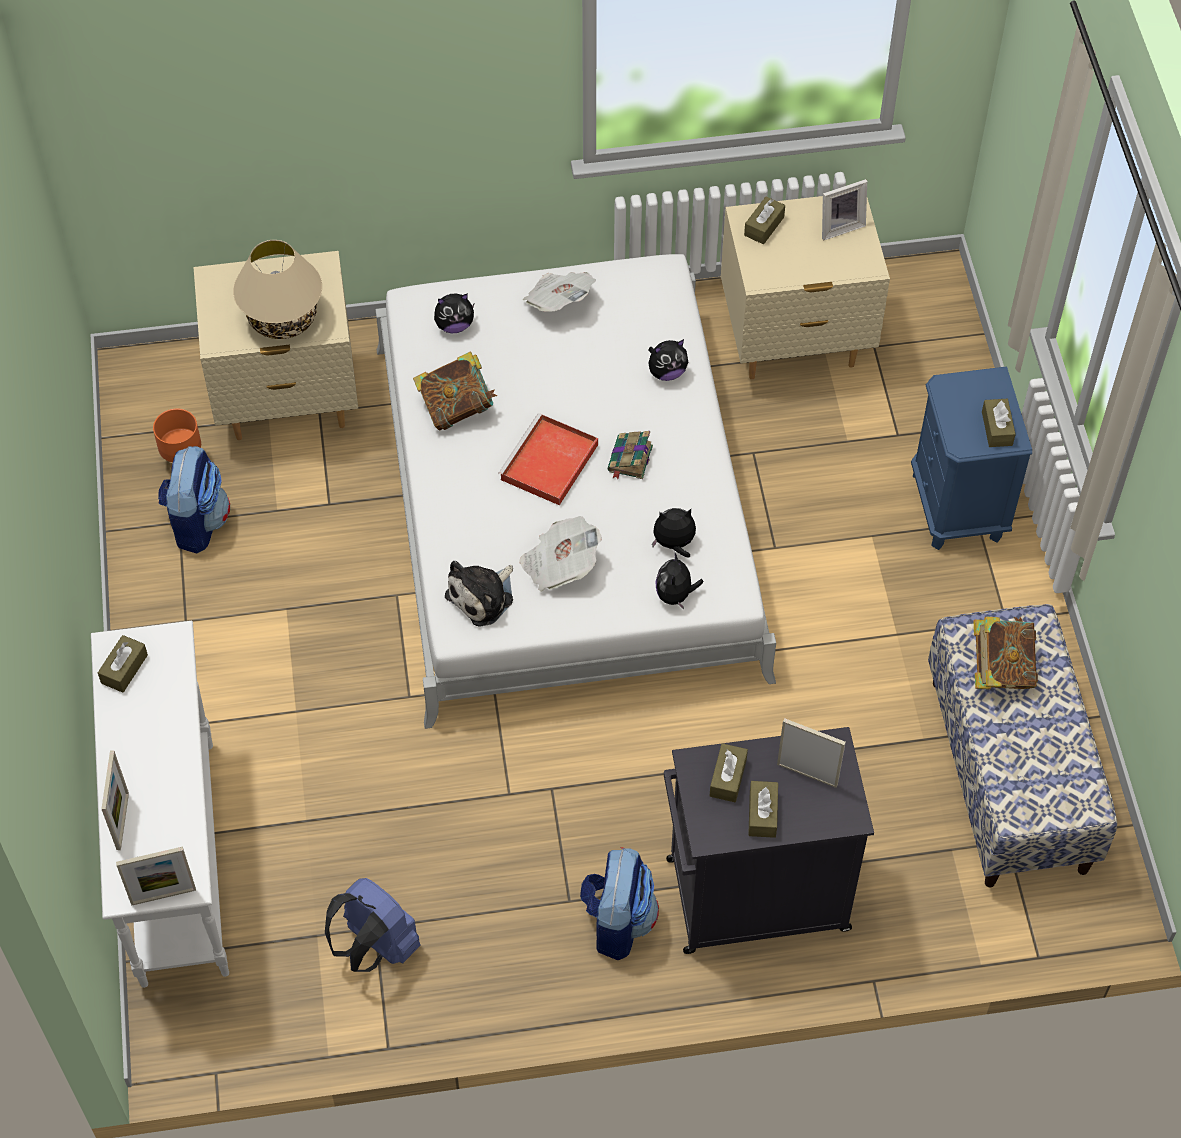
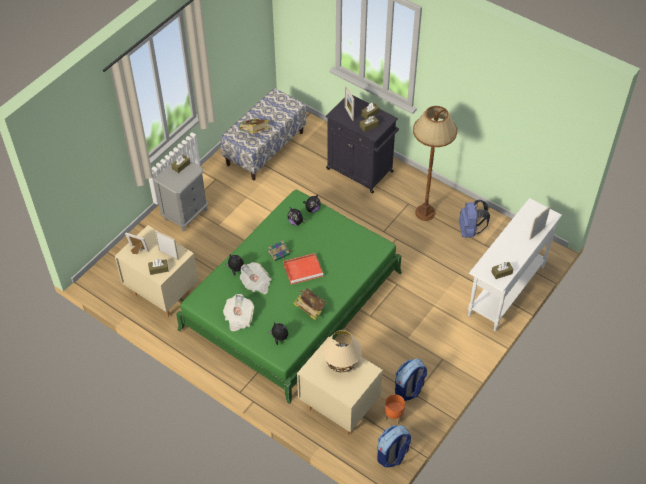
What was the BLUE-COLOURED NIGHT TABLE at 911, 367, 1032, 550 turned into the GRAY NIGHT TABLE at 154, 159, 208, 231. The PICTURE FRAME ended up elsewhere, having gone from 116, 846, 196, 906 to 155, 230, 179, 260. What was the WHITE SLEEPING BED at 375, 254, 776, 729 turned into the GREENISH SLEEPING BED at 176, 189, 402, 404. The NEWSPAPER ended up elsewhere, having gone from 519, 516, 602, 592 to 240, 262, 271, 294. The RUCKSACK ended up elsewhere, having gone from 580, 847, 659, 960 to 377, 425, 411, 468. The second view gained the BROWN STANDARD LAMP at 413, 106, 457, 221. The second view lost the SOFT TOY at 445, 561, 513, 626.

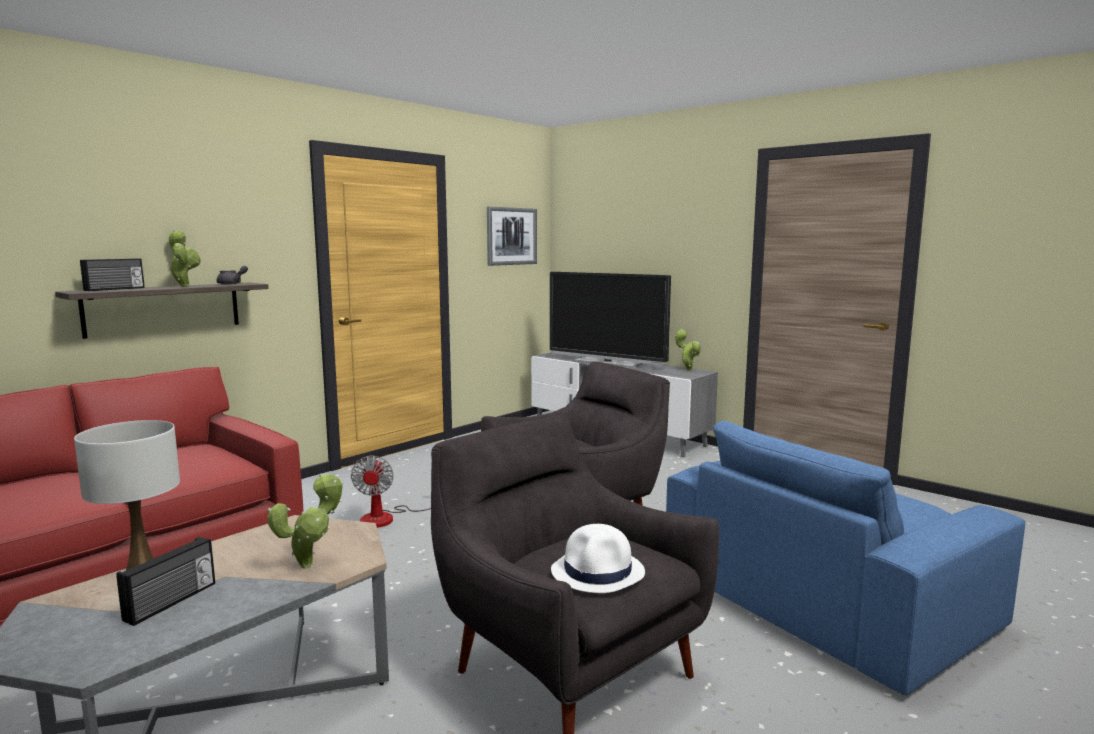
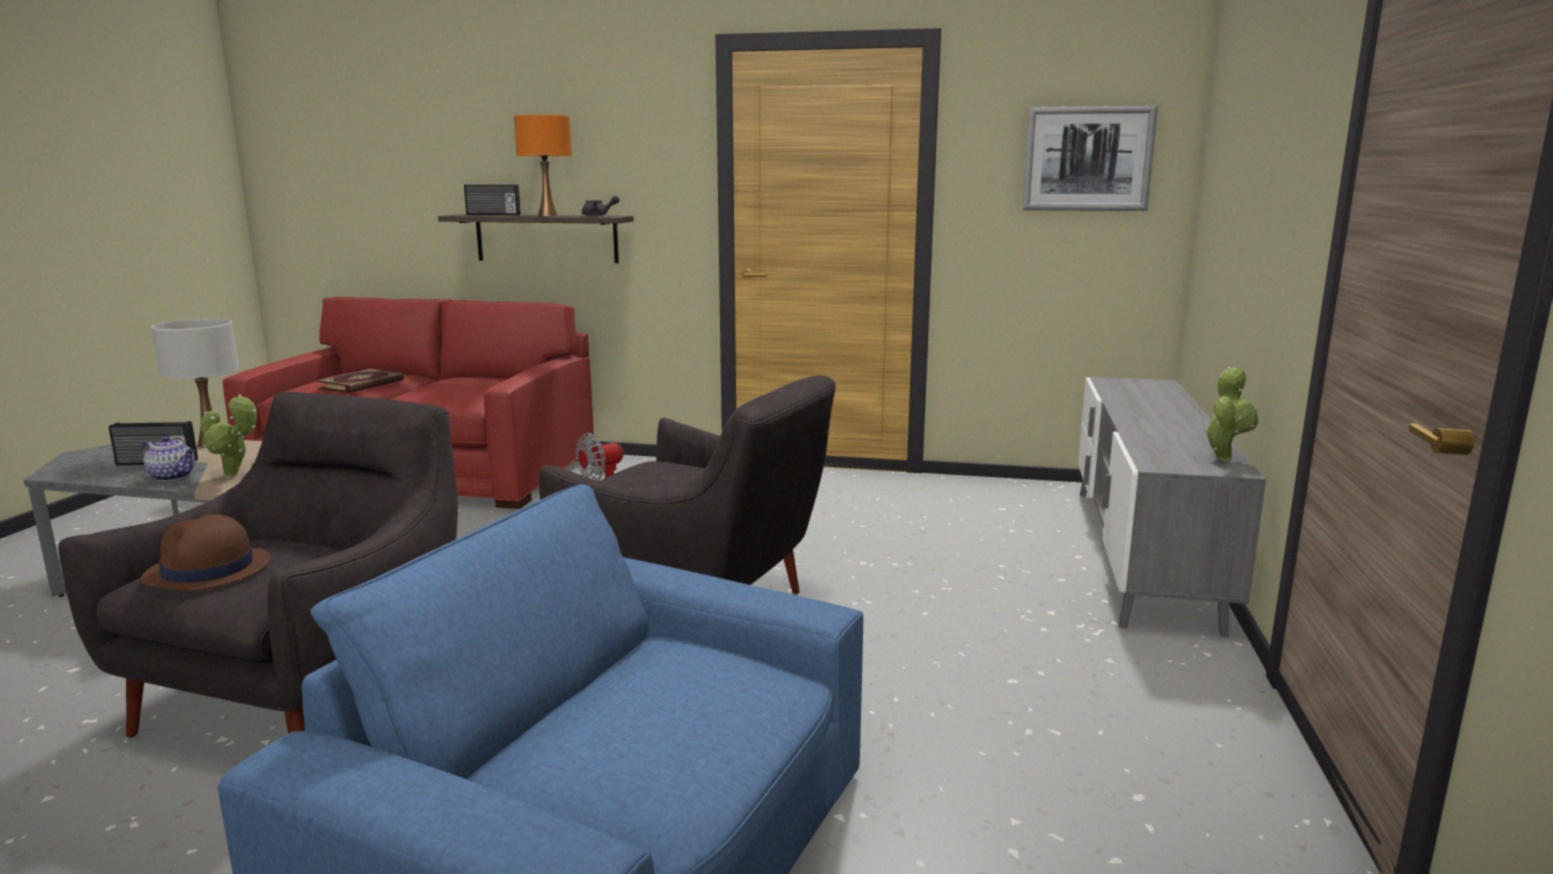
The second view gained the TEA POT at 141, 436, 195, 481. What was the WHITE WEARABLE HAT at 551, 524, 645, 593 turned into the BROWN WEARABLE HAT at 141, 514, 271, 591. The second view gained the BOOK at 317, 369, 404, 393. Where the HOUSEPLANT stood at 168, 229, 201, 287, the ORANGE TABLETOP LAMP came to stand at 514, 115, 572, 216. The second view lost the TV SET at 550, 272, 671, 368.

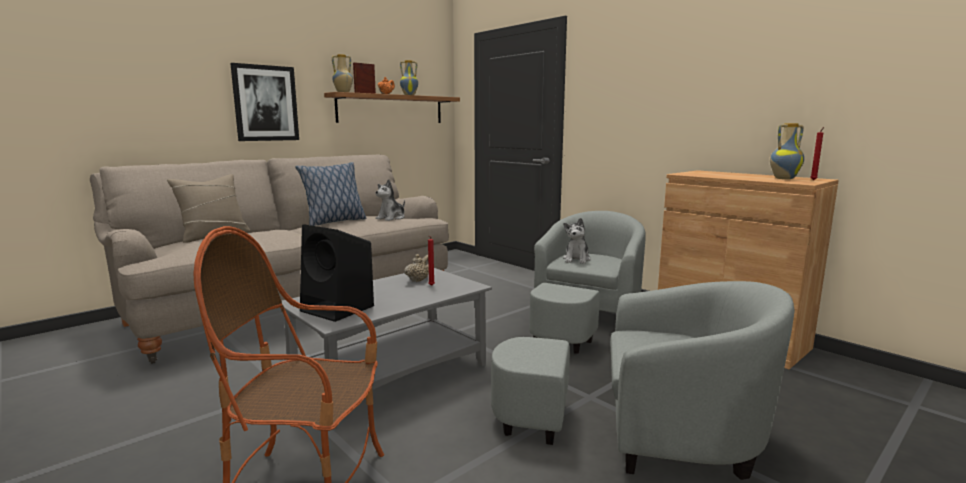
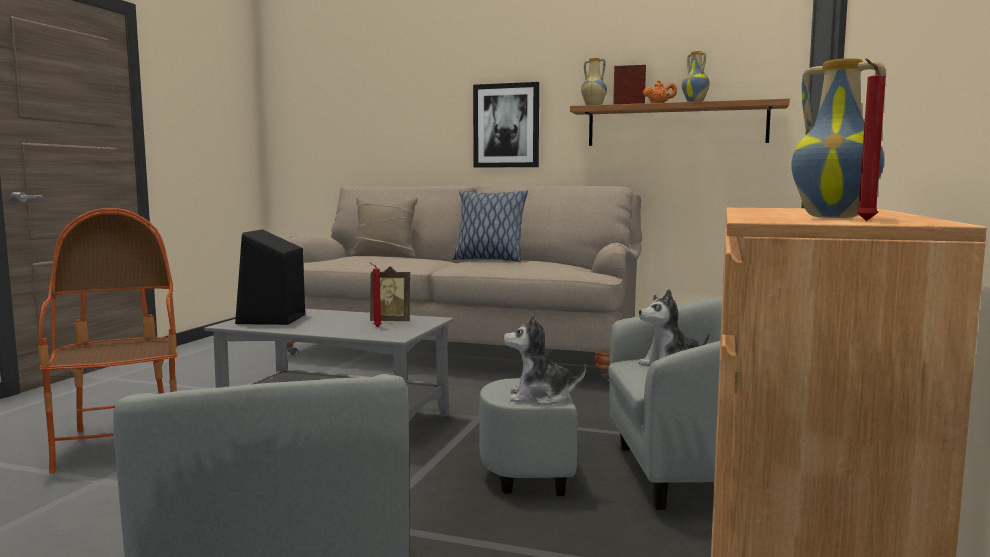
Where the SAND-COLOURED TEA POT stood at 404, 254, 429, 282, the PICTURE FRAME came to stand at 370, 266, 410, 321. The SOFT TOY ended up elsewhere, having gone from 376, 179, 405, 221 to 504, 314, 586, 405.

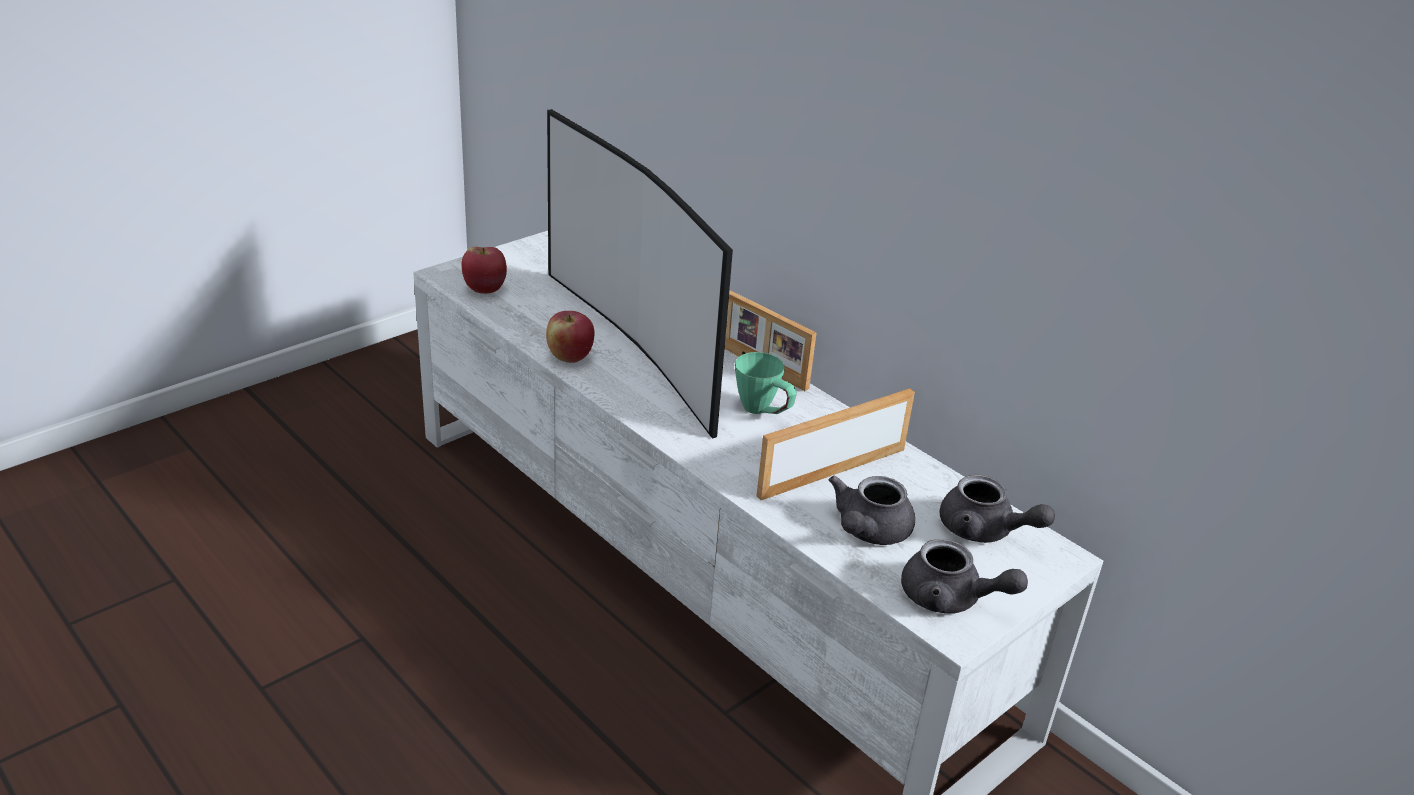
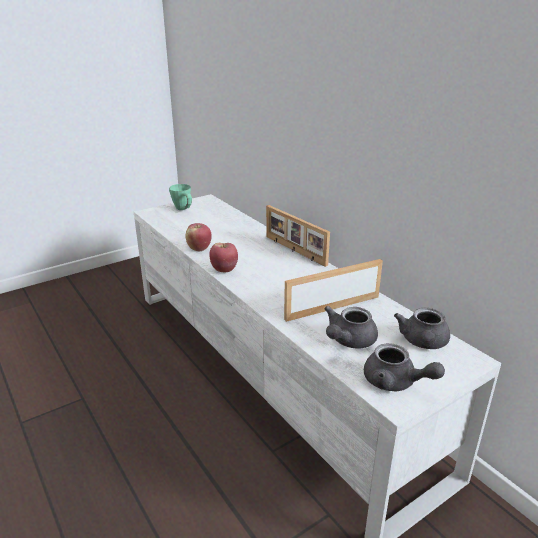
The GREENISH MUG ended up elsewhere, having gone from 735, 352, 797, 414 to 169, 184, 192, 210. The APPLE ended up elsewhere, having gone from 462, 247, 507, 294 to 210, 243, 238, 272. The GRAY TEA POT at 940, 475, 1055, 543 ended up facing another way, 60 degrees clockwise from before. The second view lost the TV SET at 547, 109, 733, 439.

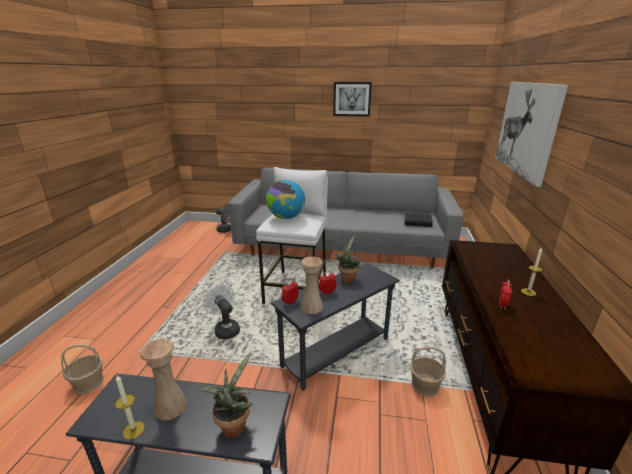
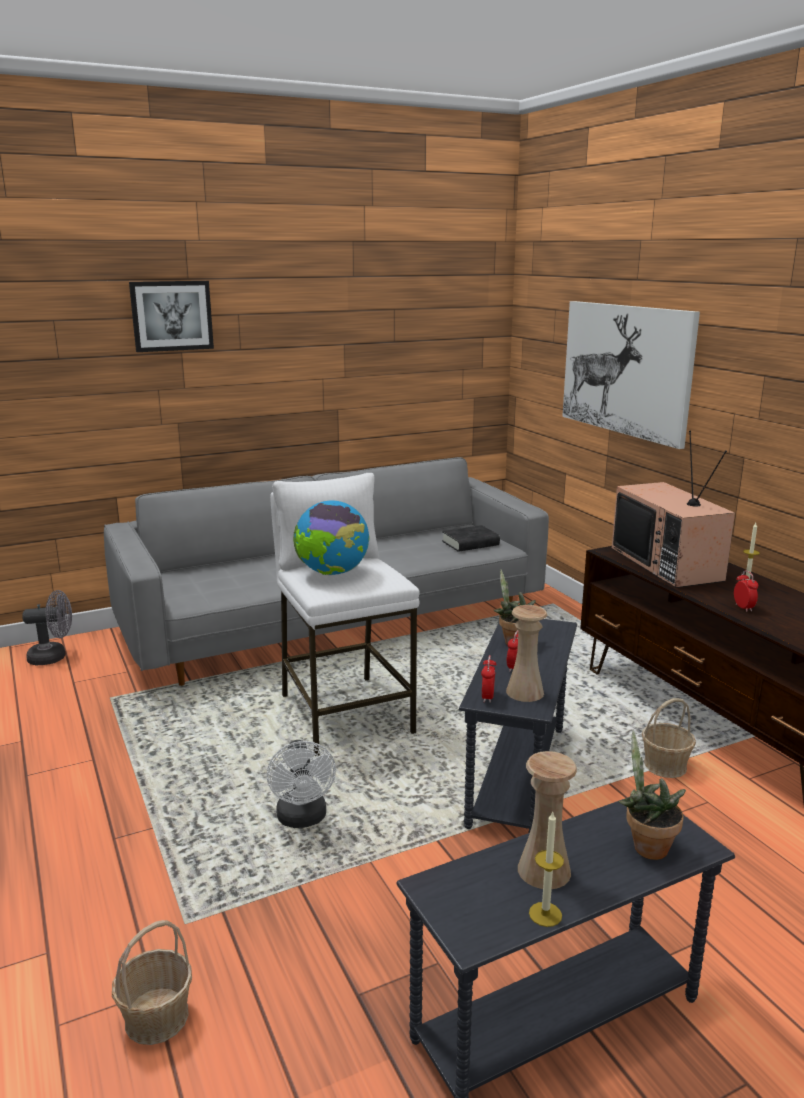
The PICTURE ended up elsewhere, having gone from 333, 82, 372, 117 to 129, 281, 214, 352. The WHITE FAN at 203, 284, 240, 339 ended up facing another way, 120 degrees counterclockwise from before. The second view gained the TV SET at 612, 430, 735, 588.

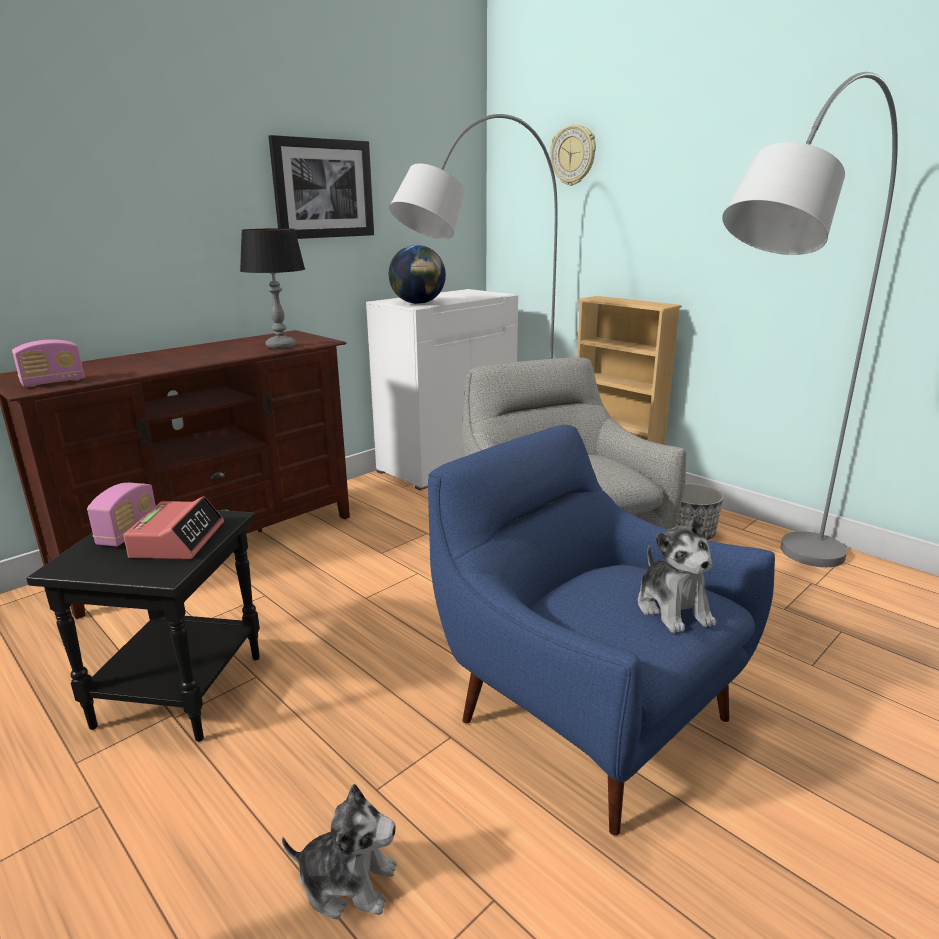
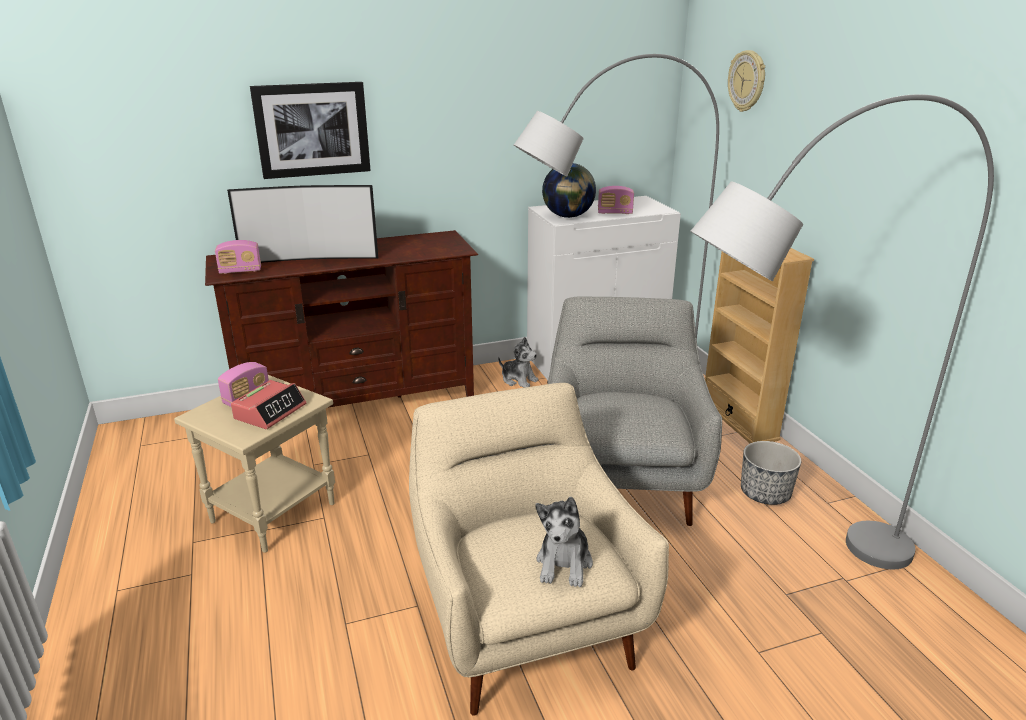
What was the BLACK-COLOURED SIDE TABLE at 26, 510, 260, 742 turned into the SAND-COLOURED SIDE TABLE at 174, 375, 335, 553. The second view gained the TV SET at 227, 185, 378, 263. The PICTURE ended up elsewhere, having gone from 269, 135, 374, 239 to 250, 82, 371, 179. What was the BLUE-COLOURED EASY CHAIR at 428, 425, 775, 836 turned into the SAND-COLOURED EASY CHAIR at 409, 383, 669, 716. The SOFT TOY ended up elsewhere, having gone from 282, 784, 397, 919 to 498, 337, 539, 388. The second view gained the RADIO SET at 598, 186, 634, 214. The second view lost the TABLETOP LAMP at 240, 228, 305, 349.

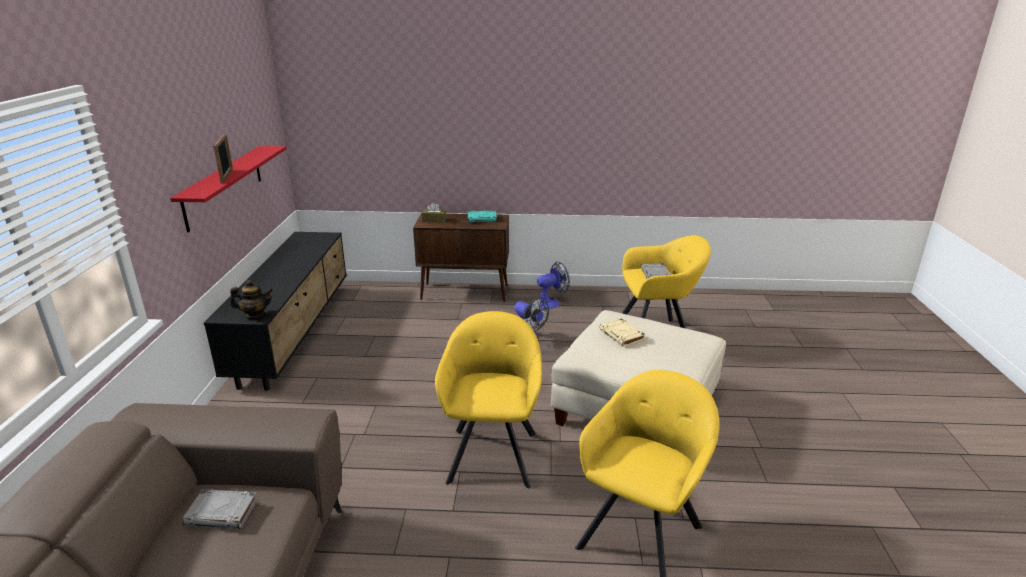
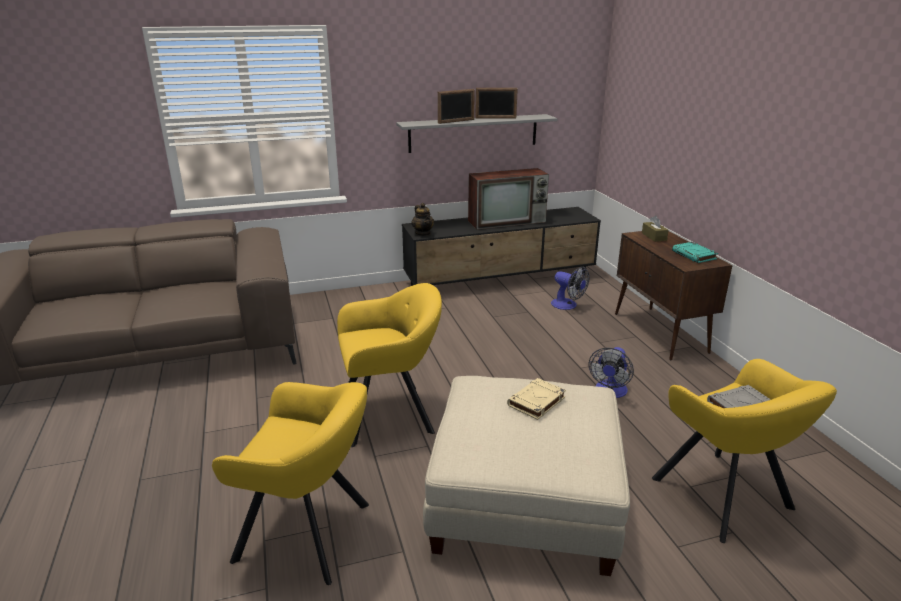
What was the REDDISH SHELF at 170, 146, 287, 232 turned into the GRAY SHELF at 396, 114, 558, 153. The second view gained the TV SET at 468, 168, 549, 229. The second view gained the PICTURE FRAME at 475, 88, 518, 119. The FAN ended up elsewhere, having gone from 537, 262, 570, 309 to 551, 267, 589, 310. The second view lost the GRAY BOOK at 182, 489, 258, 529.

